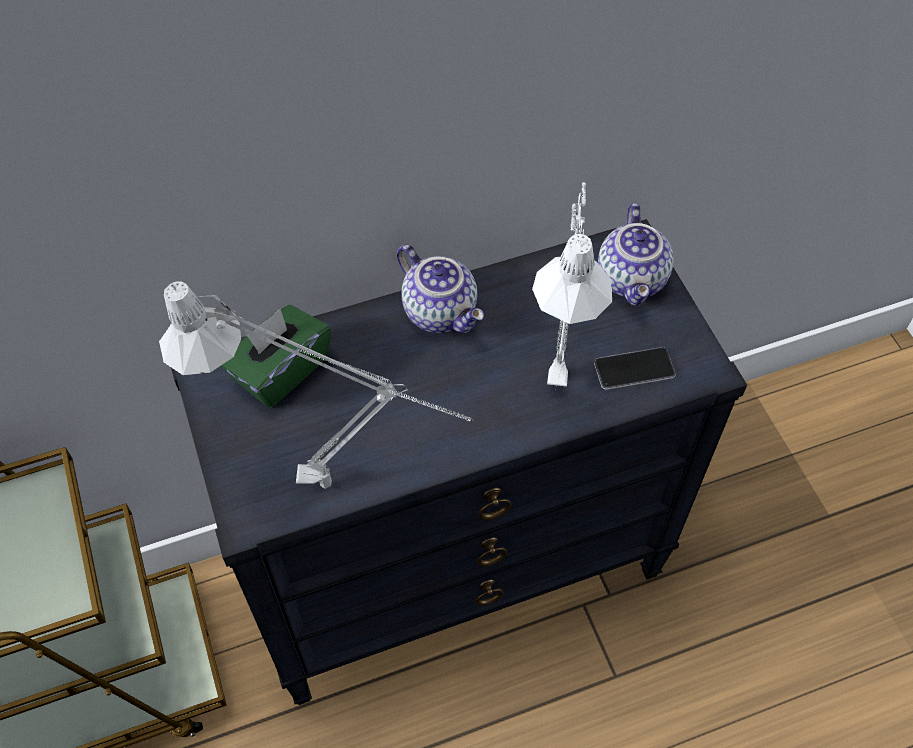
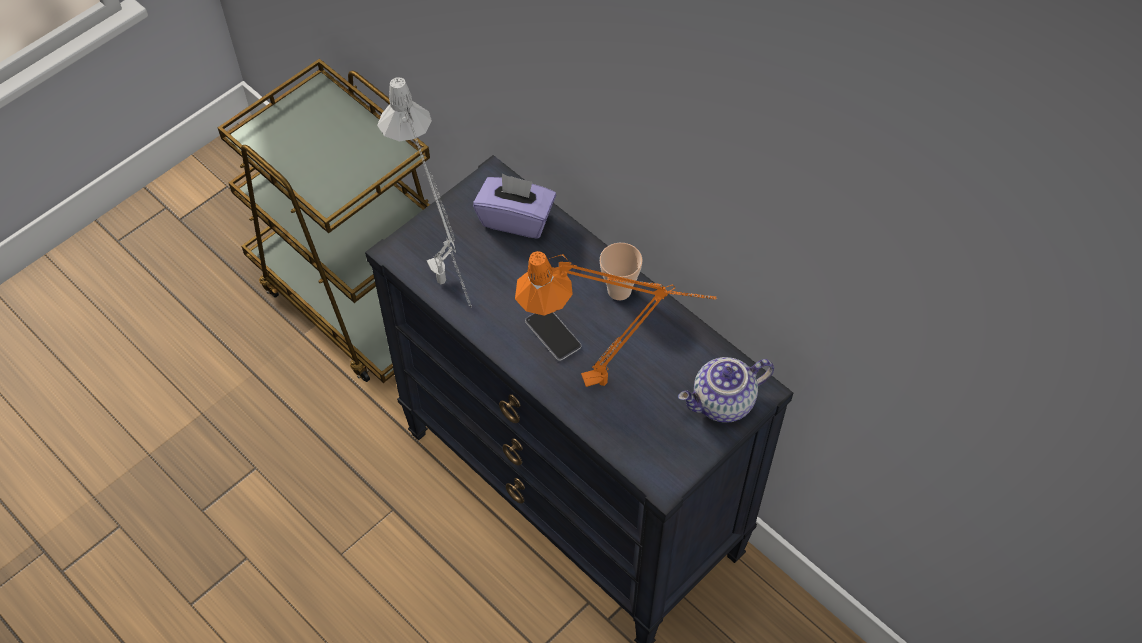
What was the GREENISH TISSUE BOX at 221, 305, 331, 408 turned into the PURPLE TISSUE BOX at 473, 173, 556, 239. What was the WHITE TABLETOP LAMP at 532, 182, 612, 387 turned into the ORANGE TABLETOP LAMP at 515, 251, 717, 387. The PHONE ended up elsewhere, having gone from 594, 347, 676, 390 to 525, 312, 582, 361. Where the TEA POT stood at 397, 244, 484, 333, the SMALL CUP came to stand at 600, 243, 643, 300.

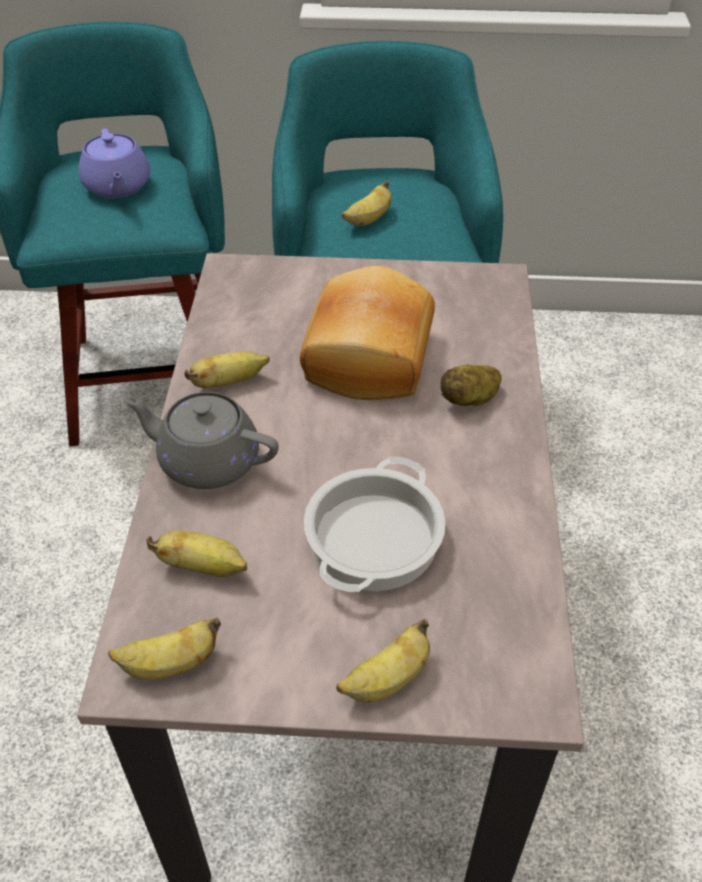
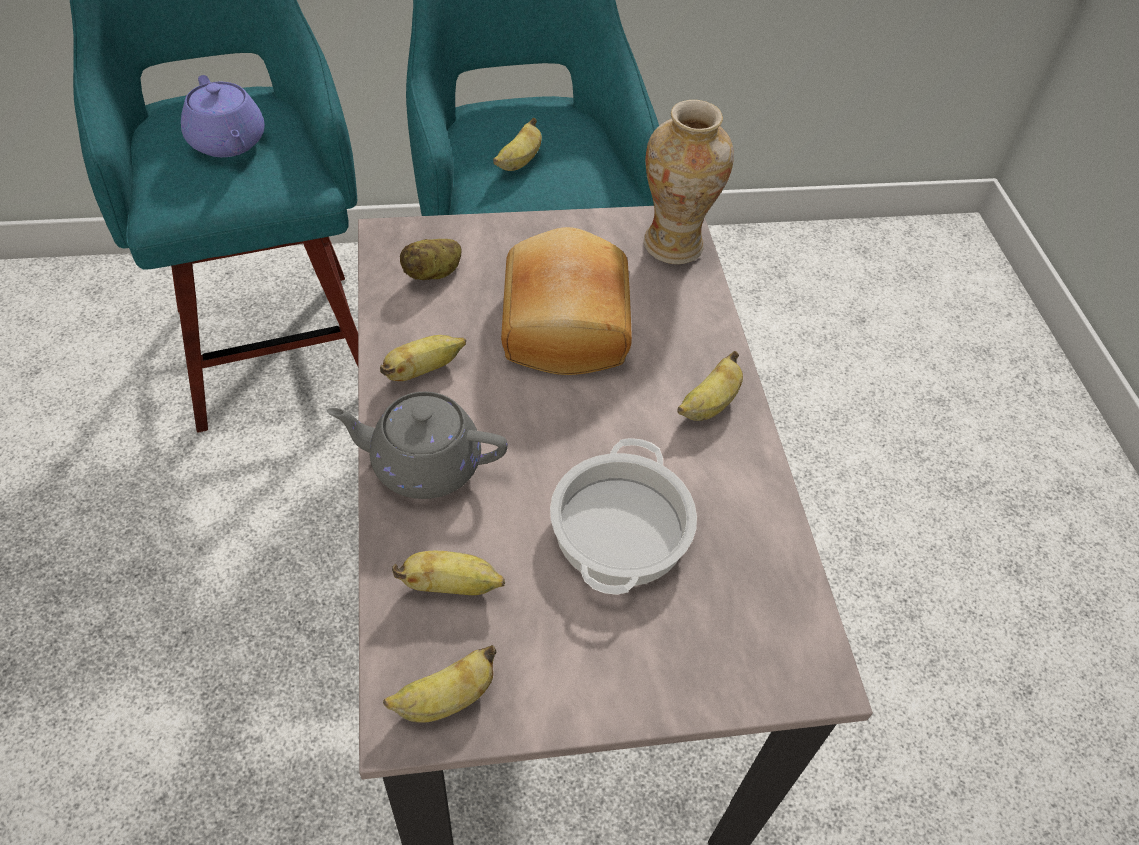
The WHOLE POTATO ended up elsewhere, having gone from 441, 364, 502, 406 to 400, 239, 462, 280. The second view gained the DECORATIVE VASE at 644, 100, 734, 264. The BANANA ended up elsewhere, having gone from 336, 619, 430, 702 to 677, 351, 743, 421.

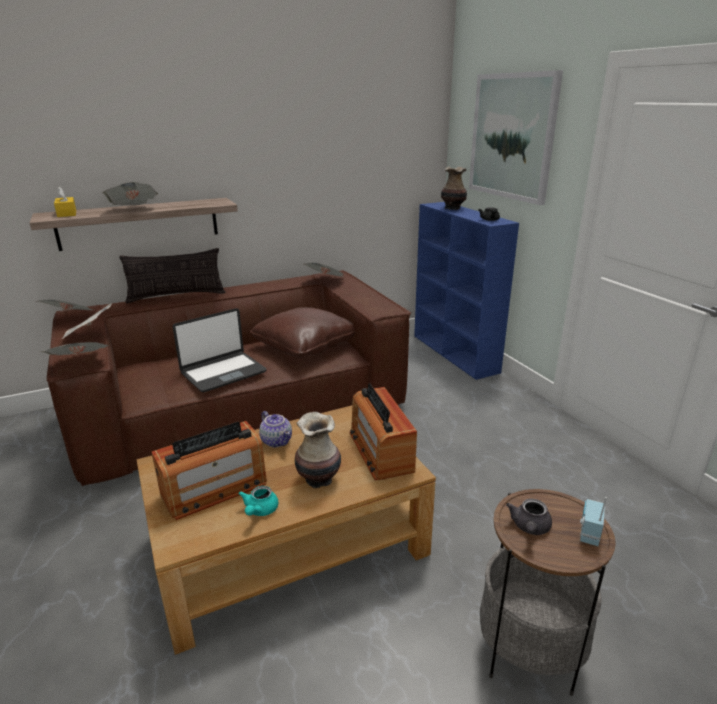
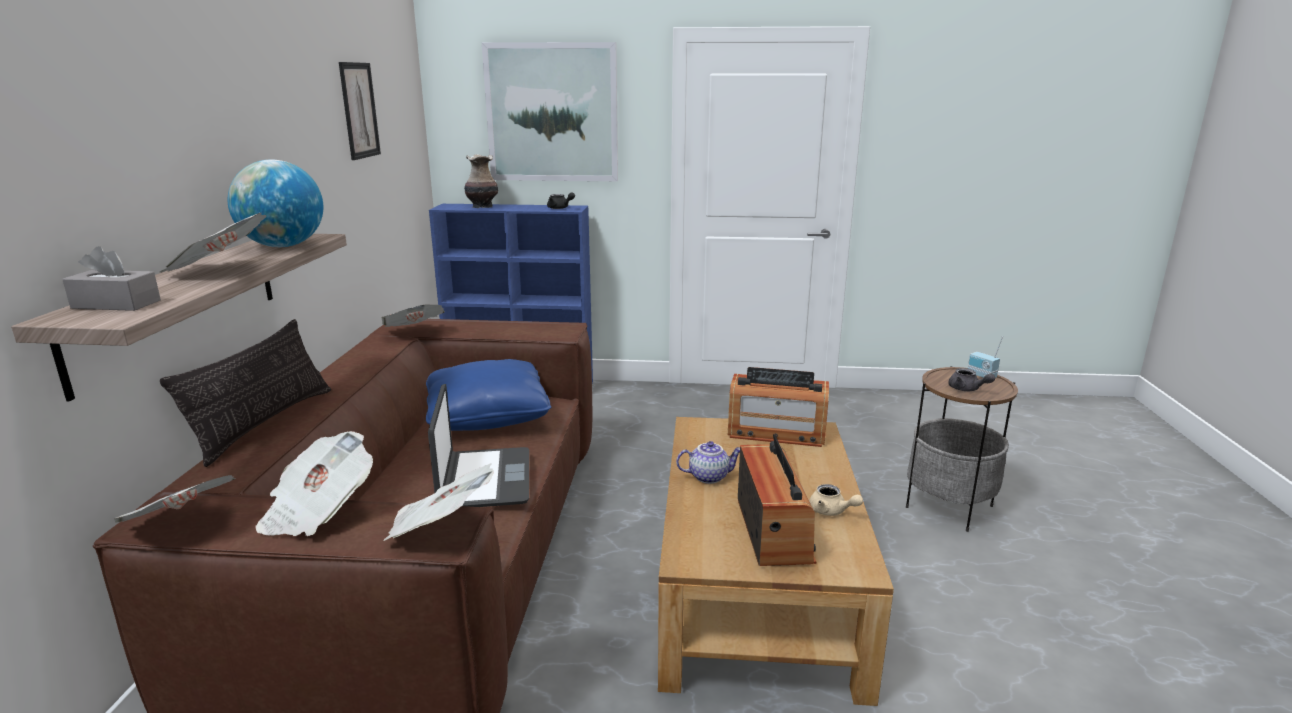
What was the YELLOW-COLOURED TISSUE BOX at 54, 187, 76, 217 turned into the GRAY TISSUE BOX at 62, 246, 161, 311. The second view gained the DESK GLOBE at 227, 160, 323, 247. The second view gained the PICTURE at 339, 62, 381, 160. What was the BROWN CUSHION at 250, 307, 355, 358 turned into the BLUE-COLOURED CUSHION at 426, 359, 552, 431. What was the BLUE-GREEN TEA POT at 238, 486, 279, 516 turned into the SAND-COLOURED TEA POT at 809, 484, 863, 516. The second view lost the DECORATIVE VASE at 295, 412, 341, 488.

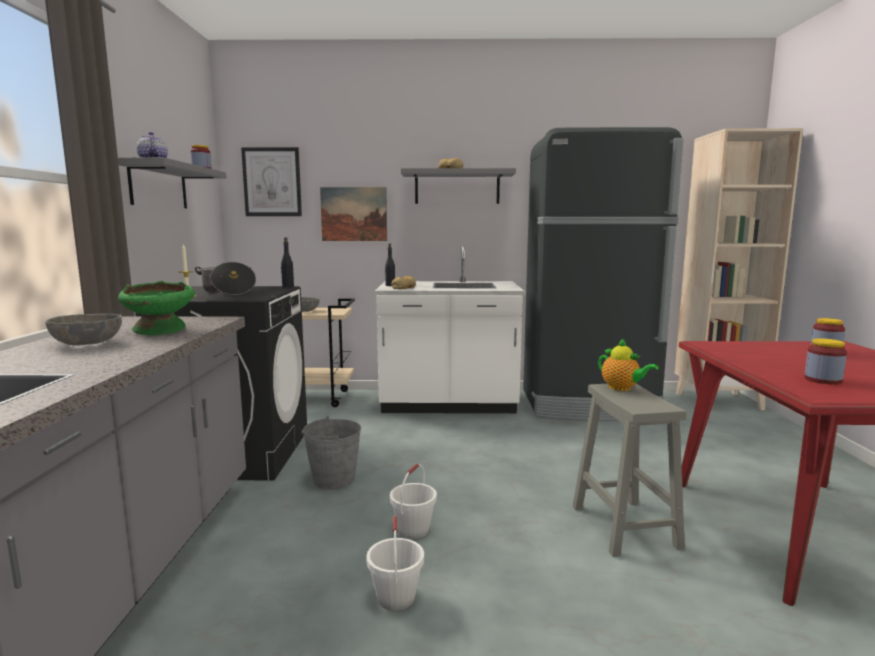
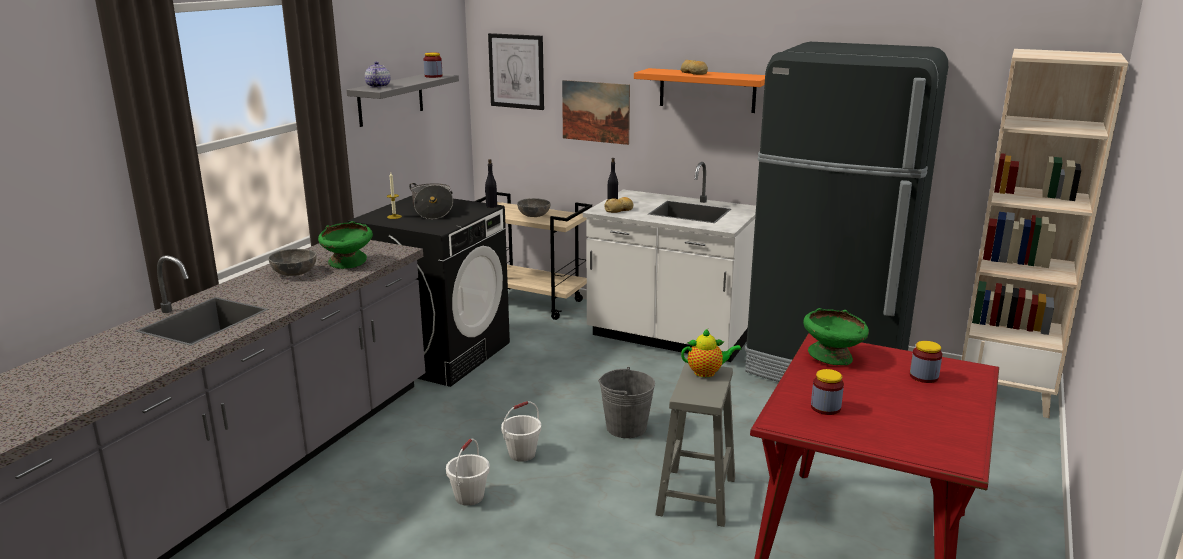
The GRAY PAIL ended up elsewhere, having gone from 301, 416, 361, 489 to 598, 367, 655, 438. What was the GRAY SHELF at 401, 168, 516, 204 turned into the ORANGE SHELF at 634, 68, 765, 113. The TEA POT at 598, 339, 659, 391 ended up facing another way, 75 degrees counterclockwise from before. The second view gained the GREENISH BOWL at 803, 308, 869, 365.

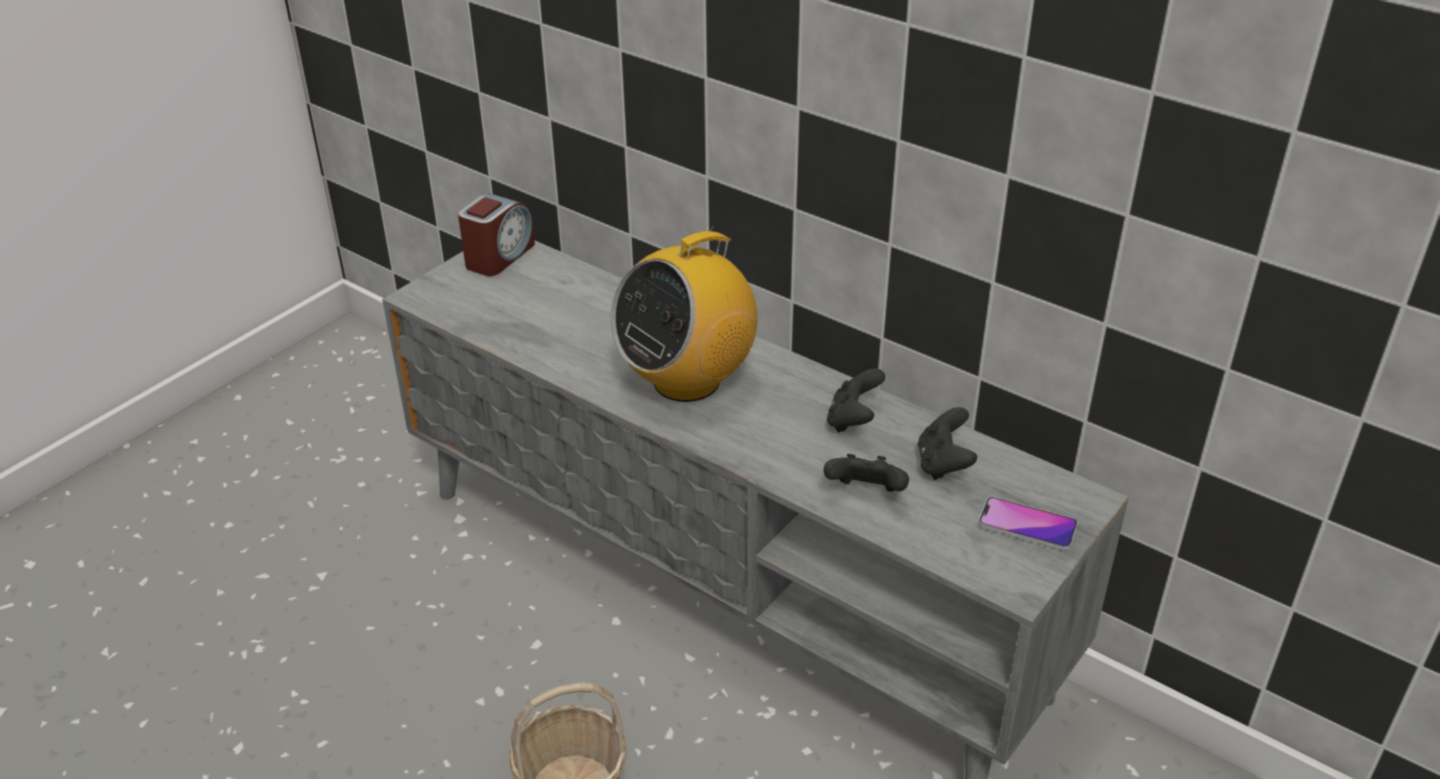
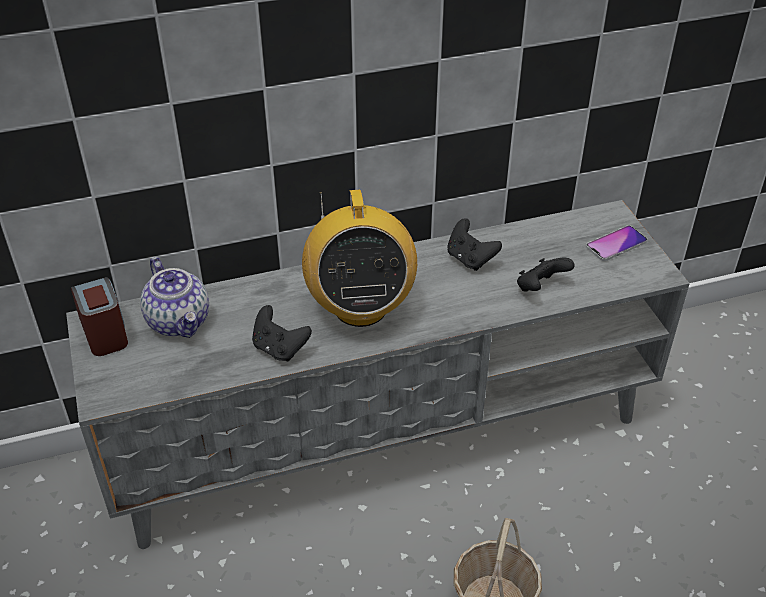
The second view gained the TEA POT at 140, 257, 209, 338. The BLACK-COLOURED GAMEPAD ended up elsewhere, having gone from 918, 407, 977, 480 to 252, 305, 312, 362.

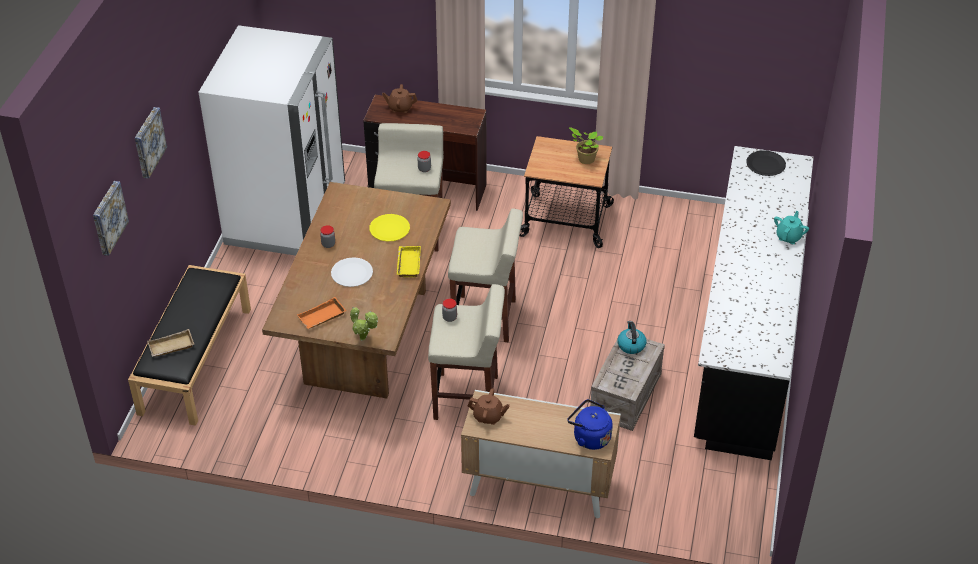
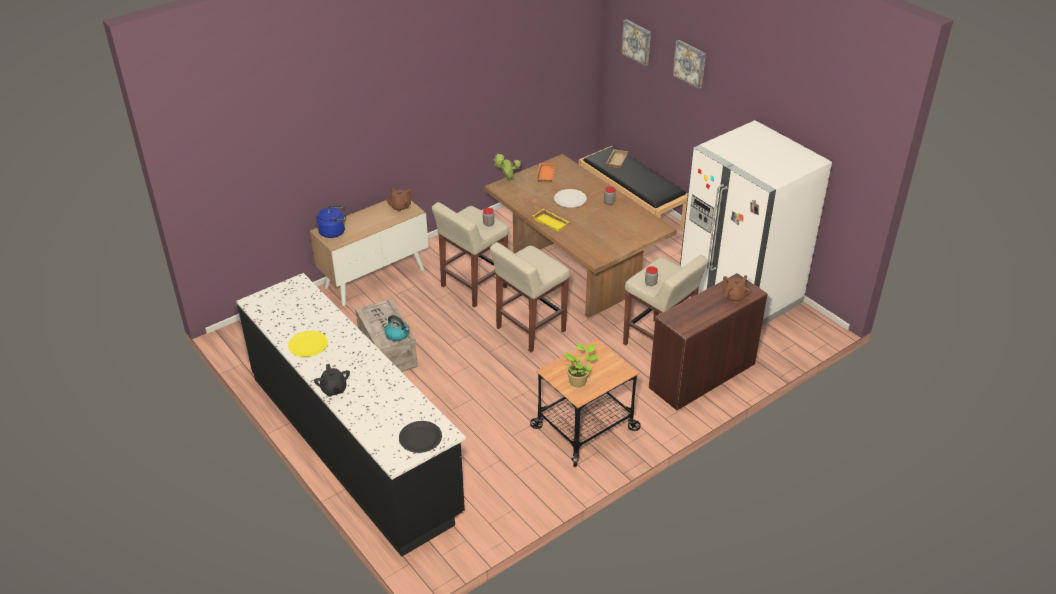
The YELLOW-COLOURED PLATE ended up elsewhere, having gone from 369, 214, 410, 241 to 288, 331, 328, 357. What was the BLUE-GREEN TEA POT at 774, 211, 809, 244 turned into the BLACK-COLOURED TEA POT at 314, 364, 350, 397.

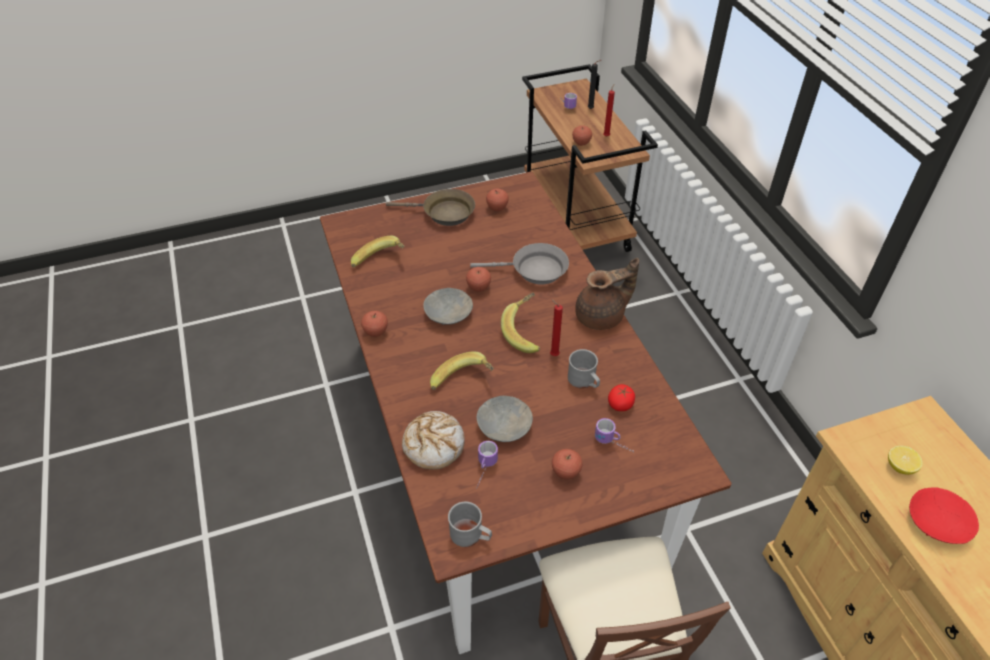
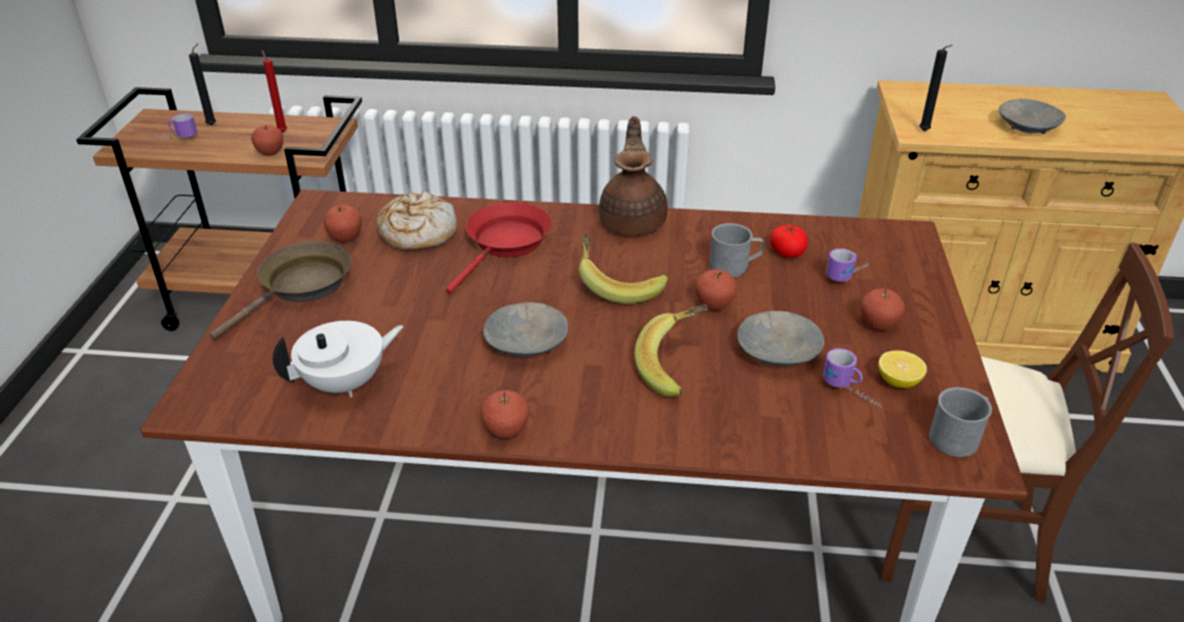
Where the BANANA stood at 351, 236, 405, 267, the WHITE TEA POT came to stand at 273, 321, 404, 397. The BREAD ended up elsewhere, having gone from 402, 411, 465, 470 to 376, 191, 457, 250. What was the GRAY SKILLET at 470, 243, 569, 284 turned into the REDDISH SKILLET at 446, 202, 552, 294. The APPLE ended up elsewhere, having gone from 466, 267, 491, 292 to 695, 269, 737, 311. The LEMON ended up elsewhere, having gone from 888, 445, 923, 475 to 878, 350, 927, 388. The second view gained the BLACK-COLOURED WAX LIGHT at 919, 45, 953, 131. What was the REDDISH BOWL at 909, 487, 979, 544 turned into the GRAY BOWL at 999, 99, 1066, 134. The second view lost the REDDISH WAX LIGHT at 550, 299, 563, 356.

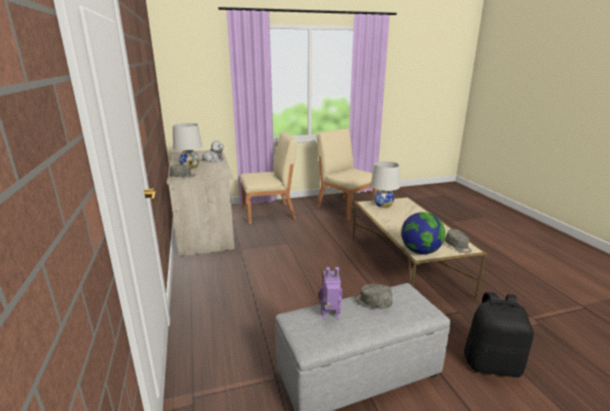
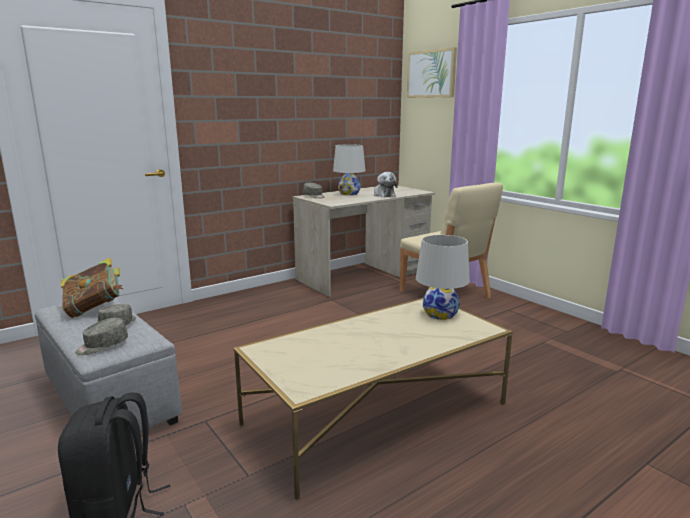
Where the TOY ROBOT stood at 319, 267, 342, 320, the BOOK came to stand at 61, 258, 123, 318. The GRAY CAP ended up elsewhere, having gone from 445, 229, 471, 253 to 75, 317, 128, 355. The second view gained the PICTURE at 407, 47, 457, 98. The second view lost the SAND-COLOURED UPRIGHT CHAIR at 316, 129, 378, 220. The second view lost the DESK GLOBE at 401, 212, 445, 254.

